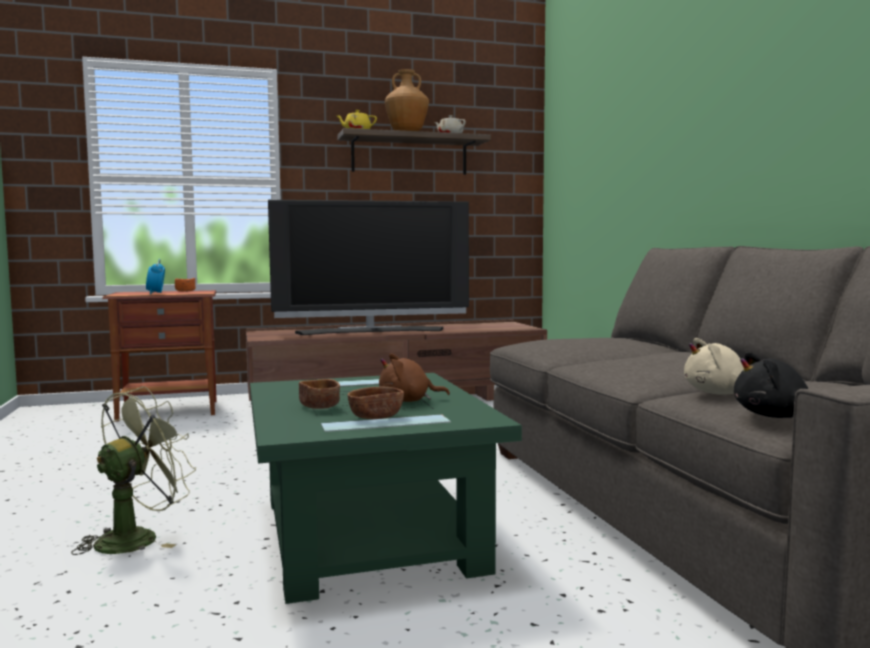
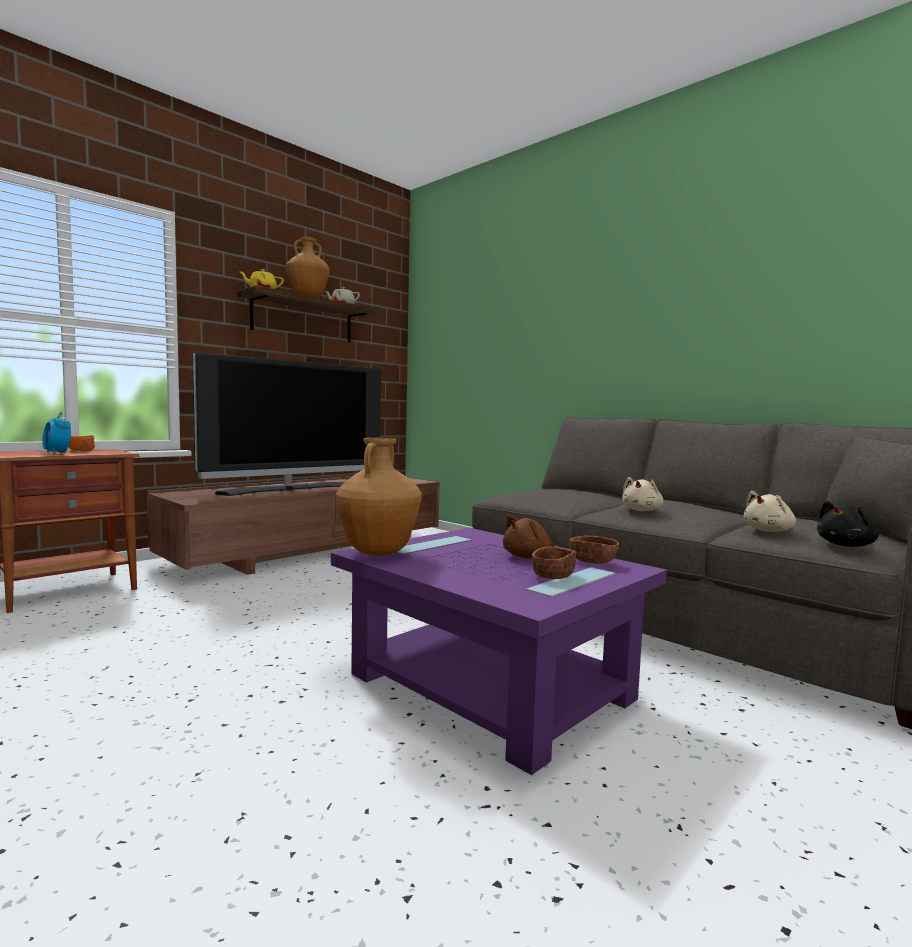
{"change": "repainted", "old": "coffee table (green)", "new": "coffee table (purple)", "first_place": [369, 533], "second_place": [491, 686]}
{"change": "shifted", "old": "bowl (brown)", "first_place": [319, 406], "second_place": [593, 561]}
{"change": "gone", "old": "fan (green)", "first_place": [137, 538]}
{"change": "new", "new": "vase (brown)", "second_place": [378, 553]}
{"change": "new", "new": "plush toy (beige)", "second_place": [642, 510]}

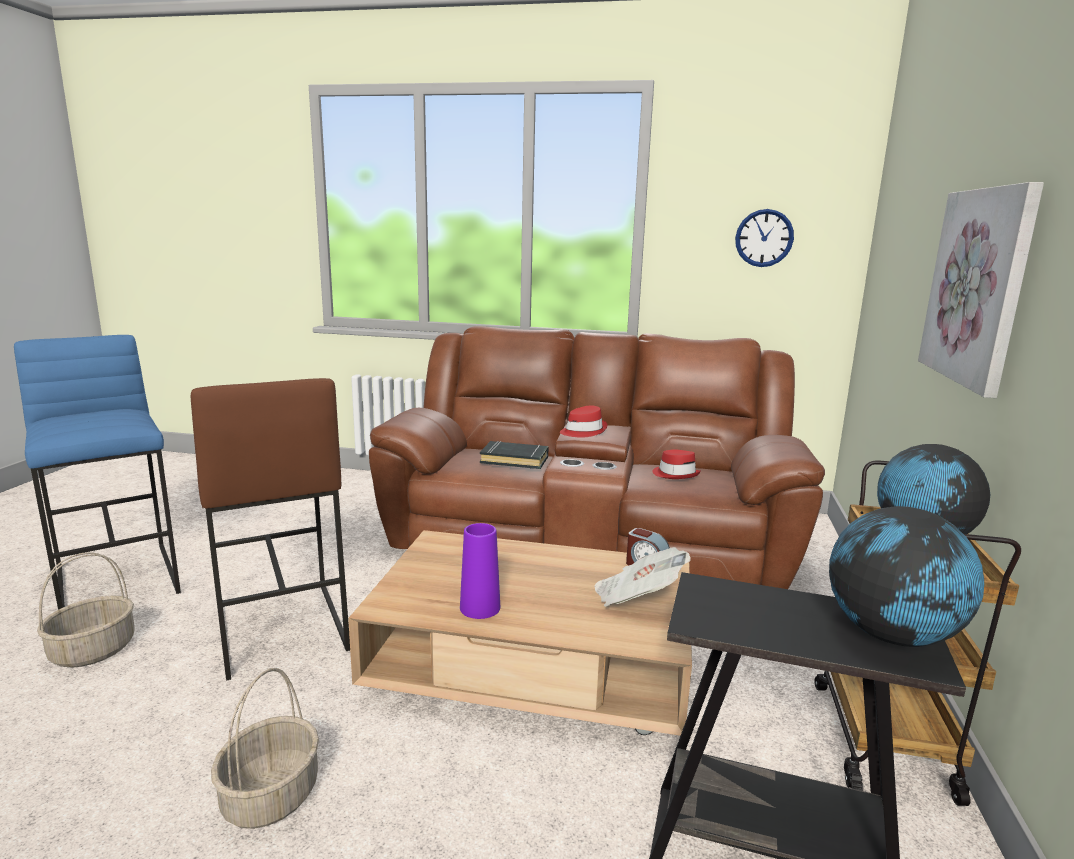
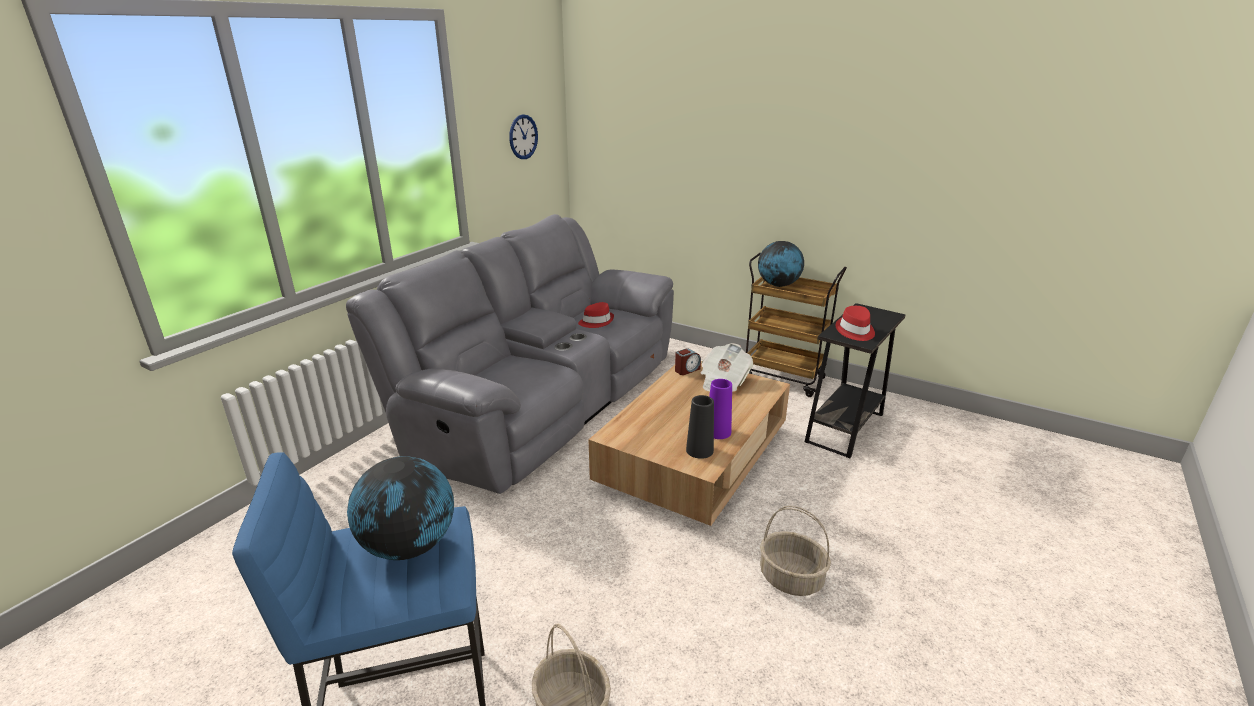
{"change": "gone", "old": "picture", "first_place": [979, 286]}
{"change": "repainted", "old": "sofa (brown)", "new": "sofa (grey)", "first_place": [589, 537], "second_place": [542, 400]}
{"change": "gone", "old": "stool (brown)", "first_place": [279, 628]}
{"change": "shifted", "old": "hat (red)", "first_place": [583, 431], "second_place": [855, 331]}
{"change": "gone", "old": "book (black)", "first_place": [514, 460]}
{"change": "shifted", "old": "globe", "first_place": [891, 636], "second_place": [410, 546]}
{"change": "new", "new": "vase (black)", "second_place": [699, 450]}

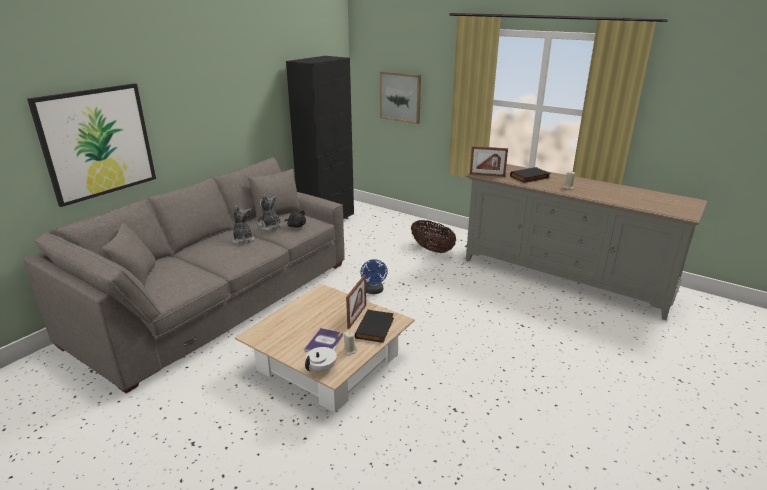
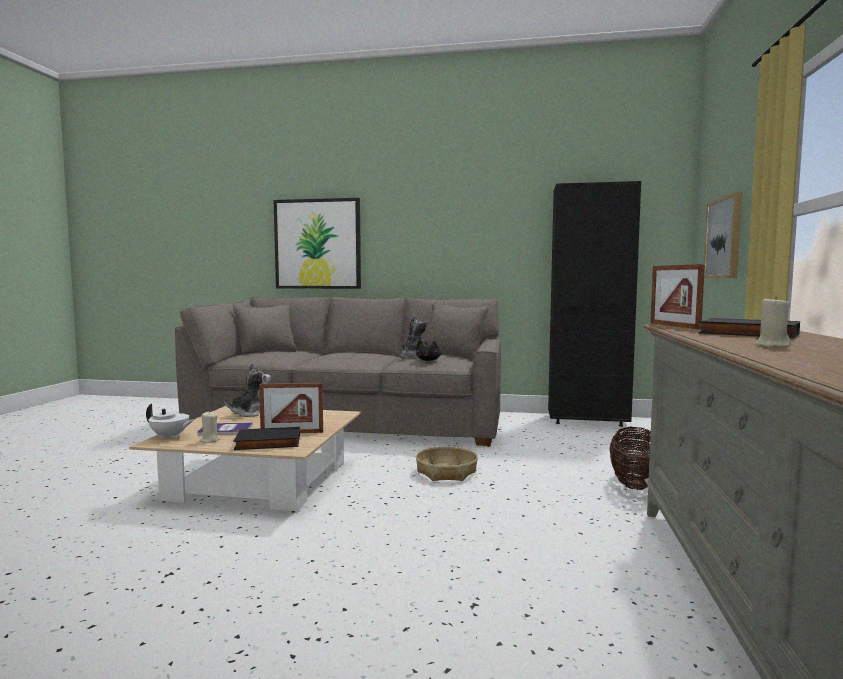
{"change": "shifted", "old": "plush toy", "first_place": [243, 239], "second_place": [250, 413]}
{"change": "swapped", "old": "fan (blue)", "new": "basket", "first_place": [373, 291], "second_place": [446, 472]}

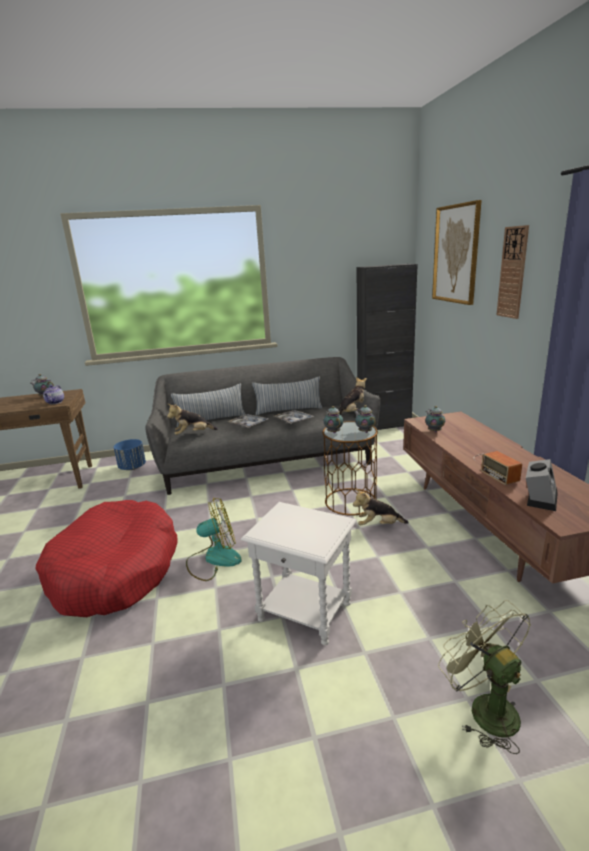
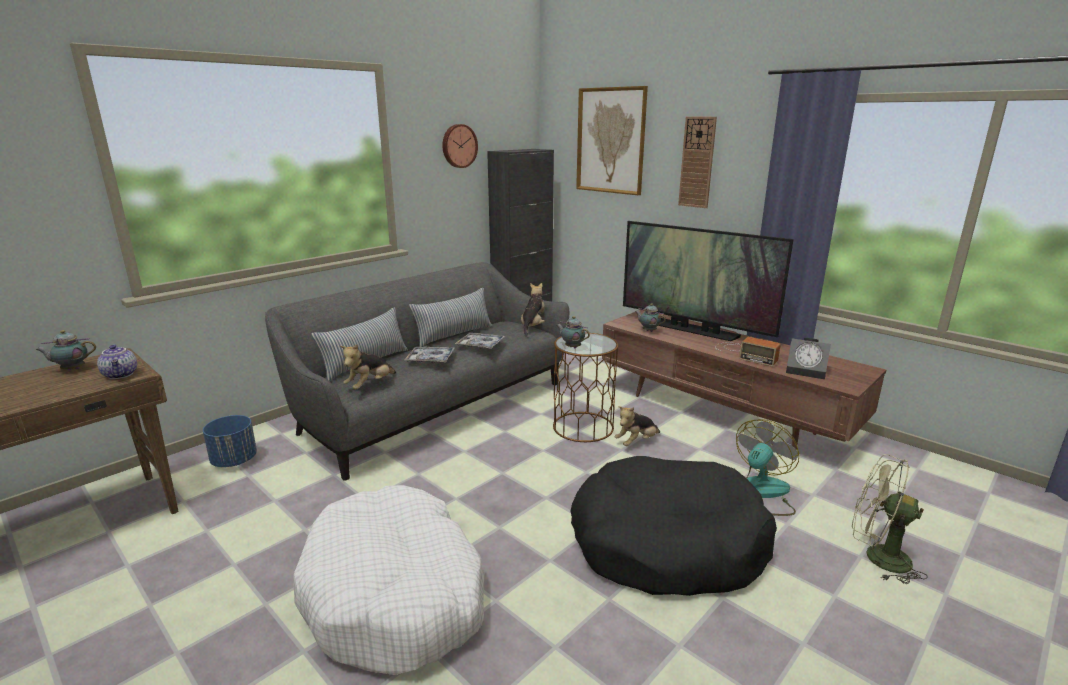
{"change": "gone", "old": "teapot", "first_place": [364, 431]}
{"change": "rotated", "old": "alarm clock", "first_place": [539, 498], "second_place": [807, 371], "degrees": 120}
{"change": "shifted", "old": "fan", "first_place": [214, 559], "second_place": [761, 493]}
{"change": "repainted", "old": "dog bed (red)", "new": "dog bed (white)", "first_place": [115, 571], "second_place": [396, 594]}
{"change": "swapped", "old": "side table (white)", "new": "dog bed (black)", "first_place": [305, 610], "second_place": [667, 543]}
{"change": "new", "new": "wall clock", "second_place": [458, 146]}
{"change": "new", "new": "television", "second_place": [694, 330]}

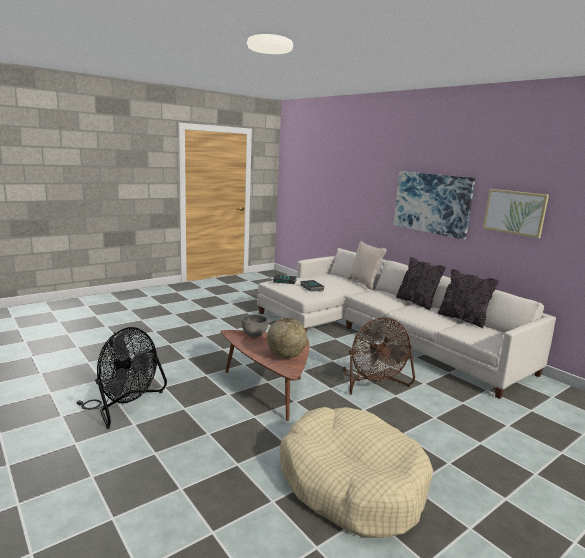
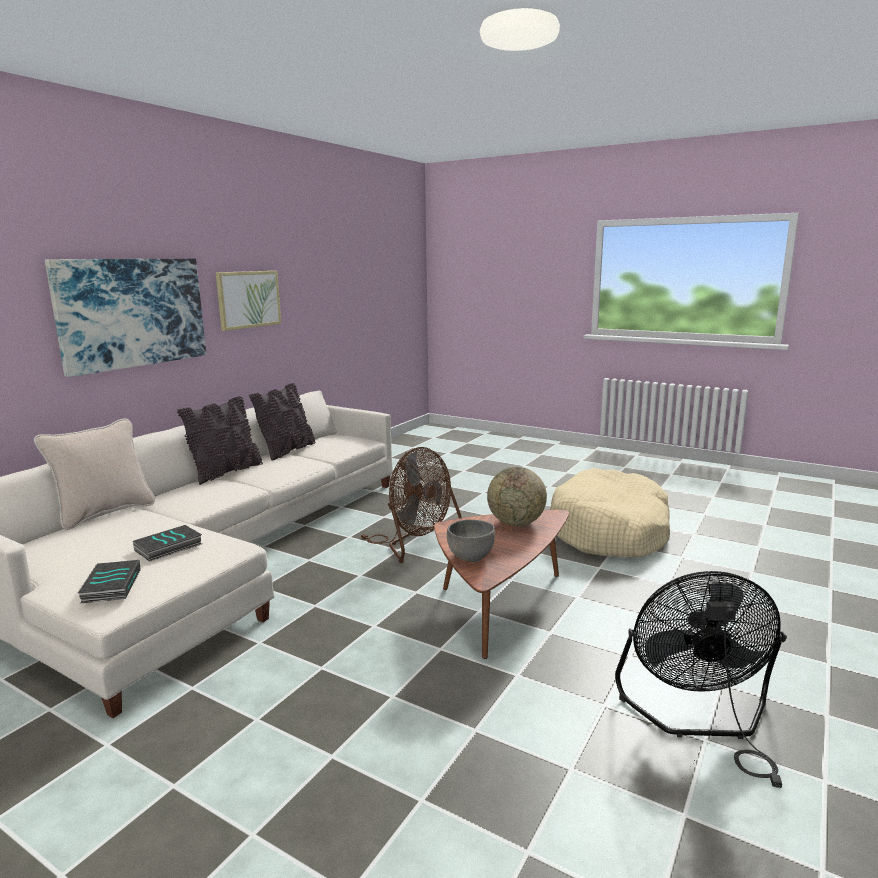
{"change": "rotated", "old": "fan (brown)", "first_place": [371, 383], "second_place": [412, 542], "degrees": 75}

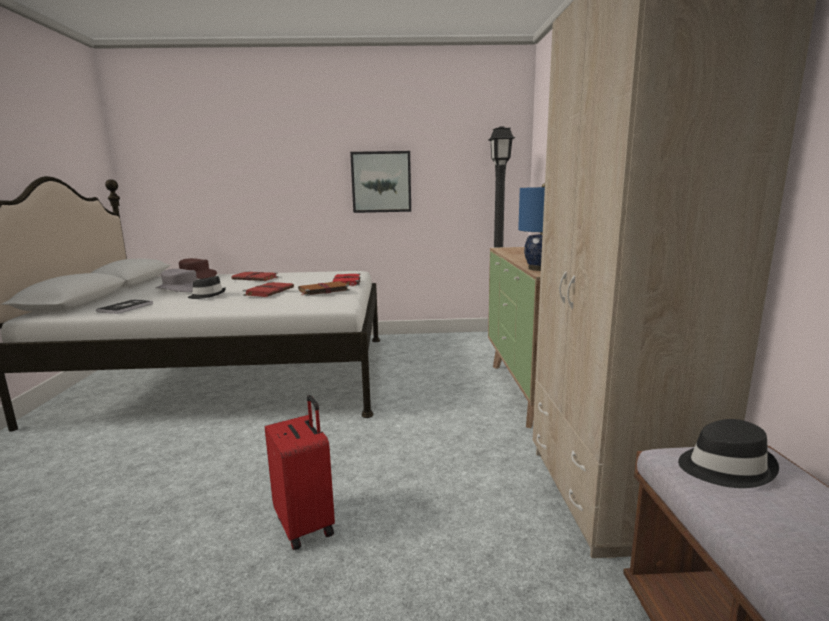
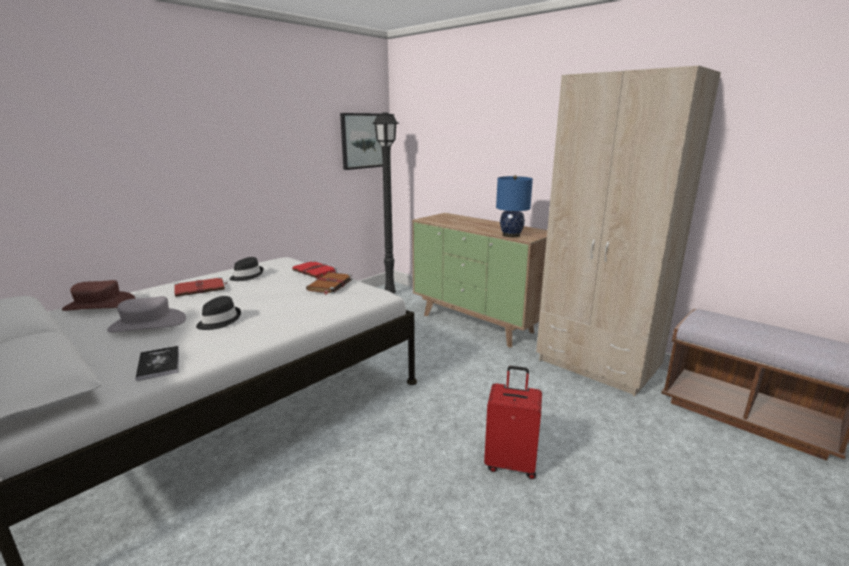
{"change": "shifted", "old": "picture", "first_place": [381, 182], "second_place": [362, 141]}
{"change": "gone", "old": "book (red)", "first_place": [269, 291]}
{"change": "shifted", "old": "hat (black)", "first_place": [724, 466], "second_place": [246, 275]}

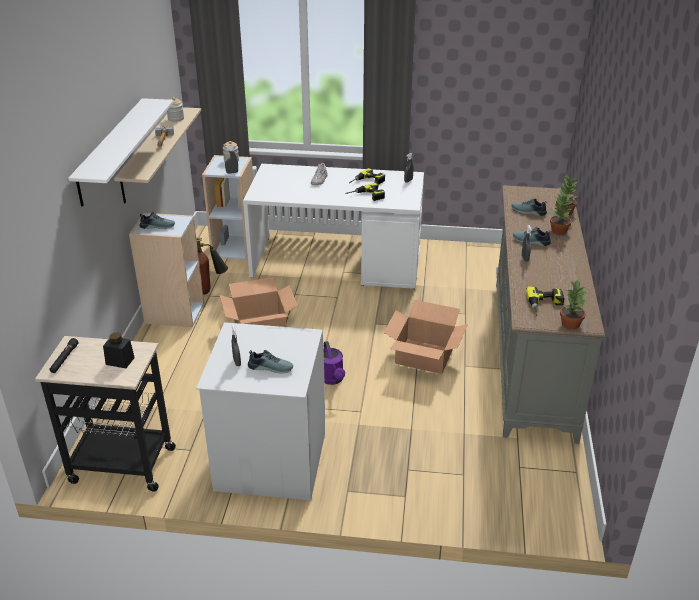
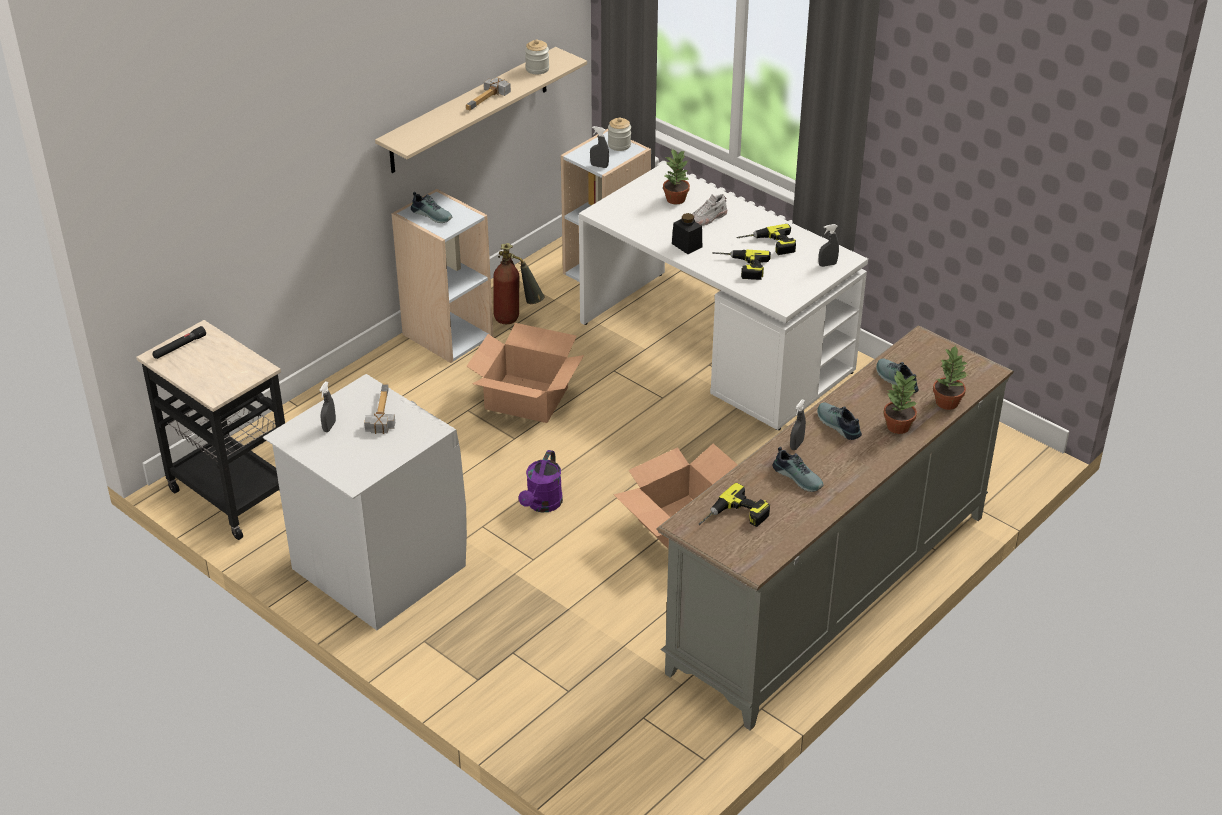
{"change": "gone", "old": "shelf (white)", "first_place": [111, 150]}
{"change": "shifted", "old": "potted plant", "first_place": [570, 324], "second_place": [676, 199]}
{"change": "shifted", "old": "jar (black)", "first_place": [120, 361], "second_place": [687, 245]}
{"change": "shifted", "old": "shoe", "first_place": [271, 367], "second_place": [798, 477]}
{"change": "new", "new": "hammer", "second_place": [378, 413]}

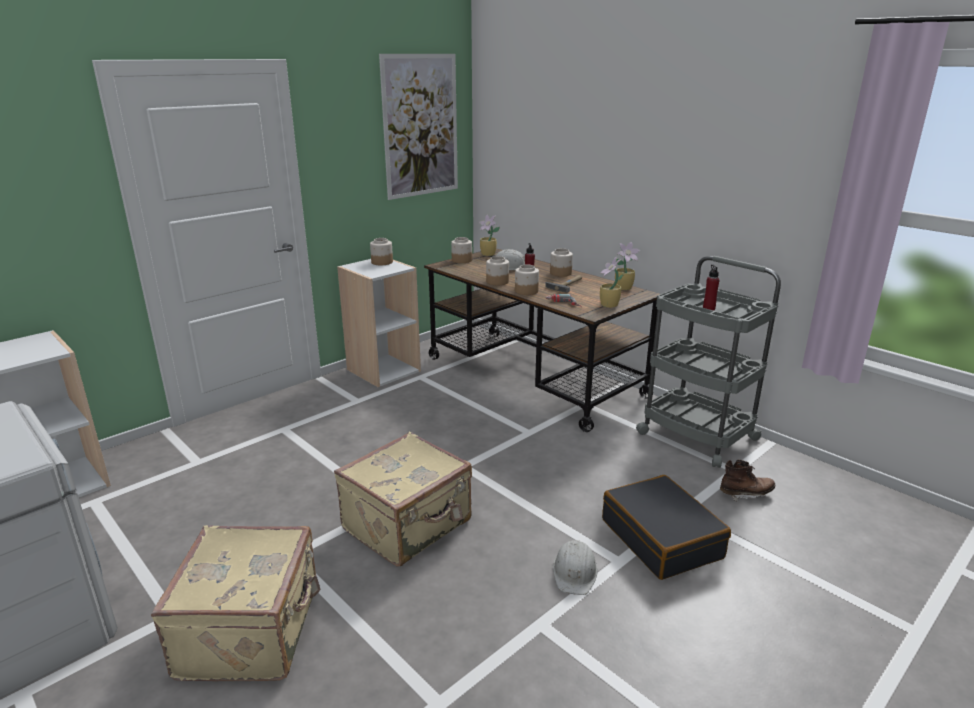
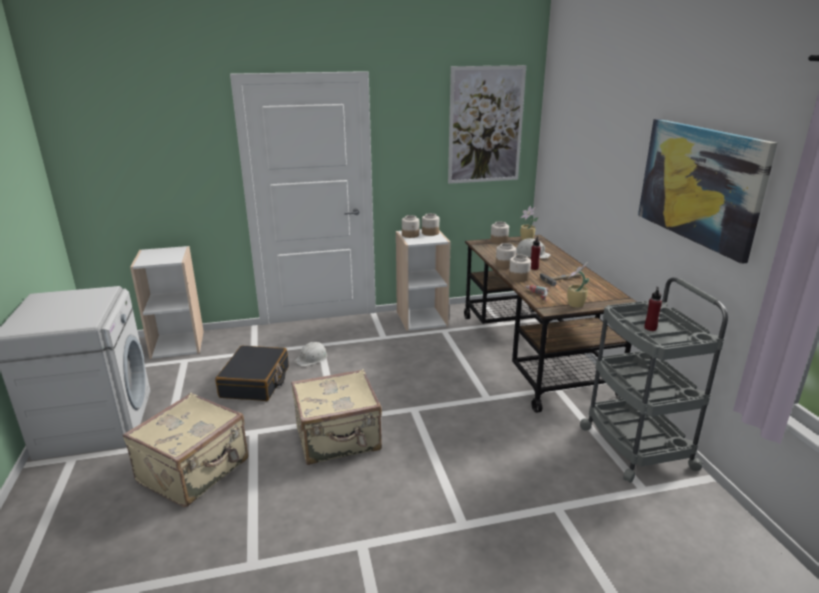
{"change": "gone", "old": "potted plant", "first_place": [624, 288]}
{"change": "shifted", "old": "jar", "first_place": [561, 273], "second_place": [410, 235]}
{"change": "gone", "old": "boot (brown)", "first_place": [745, 494]}
{"change": "shifted", "old": "suitcase (black)", "first_place": [662, 538], "second_place": [255, 382]}
{"change": "shifted", "old": "hard hat (white)", "first_place": [575, 572], "second_place": [312, 358]}
{"change": "new", "new": "picture", "second_place": [699, 184]}

